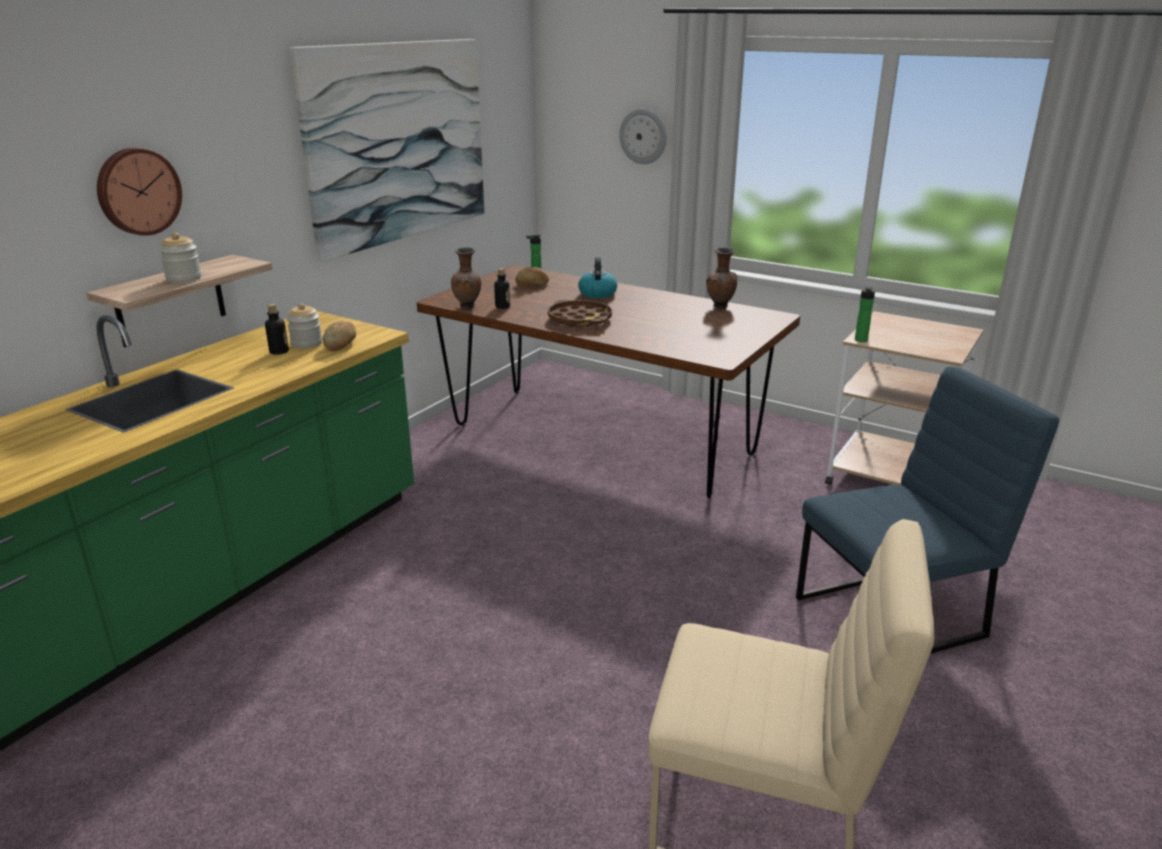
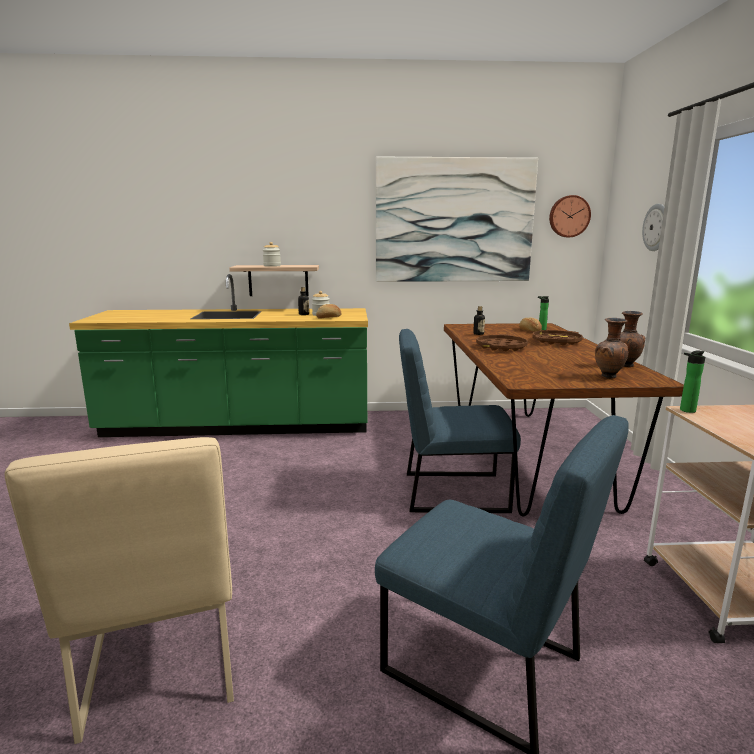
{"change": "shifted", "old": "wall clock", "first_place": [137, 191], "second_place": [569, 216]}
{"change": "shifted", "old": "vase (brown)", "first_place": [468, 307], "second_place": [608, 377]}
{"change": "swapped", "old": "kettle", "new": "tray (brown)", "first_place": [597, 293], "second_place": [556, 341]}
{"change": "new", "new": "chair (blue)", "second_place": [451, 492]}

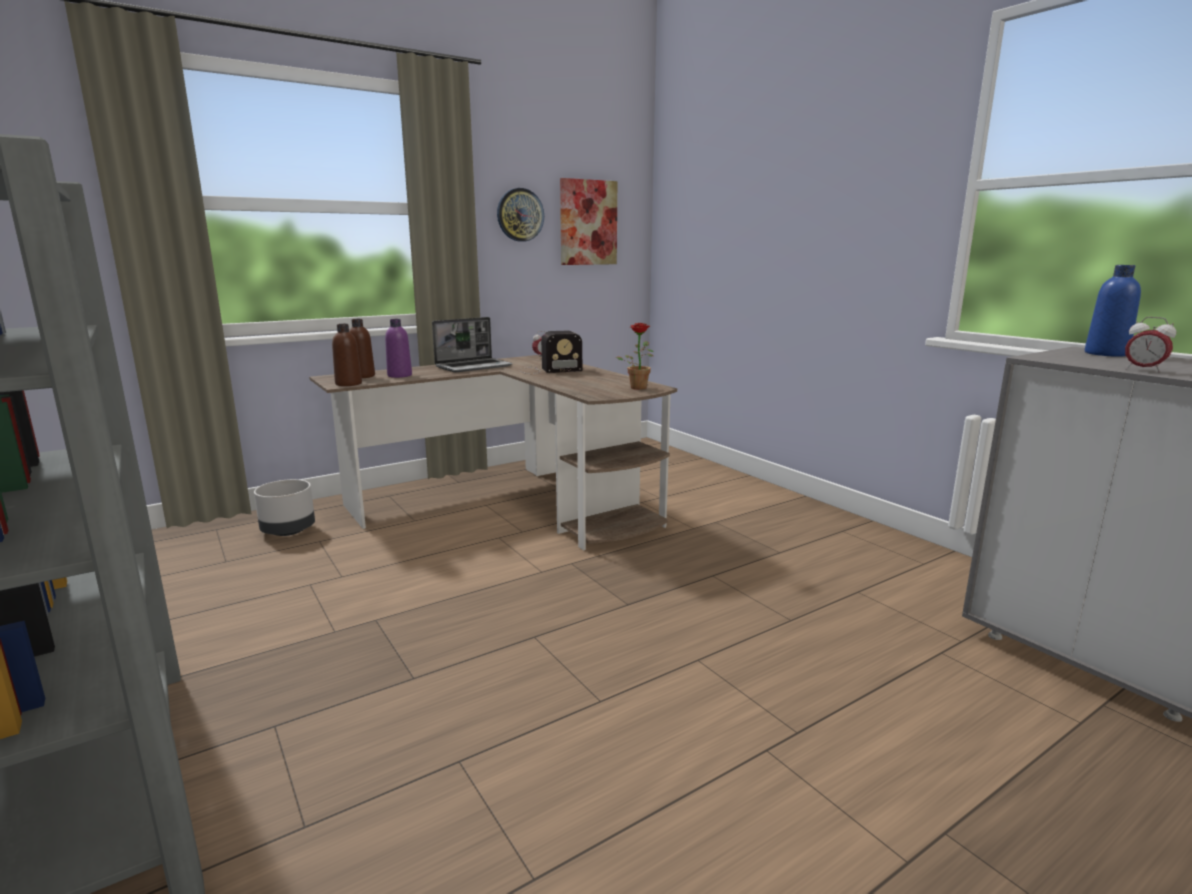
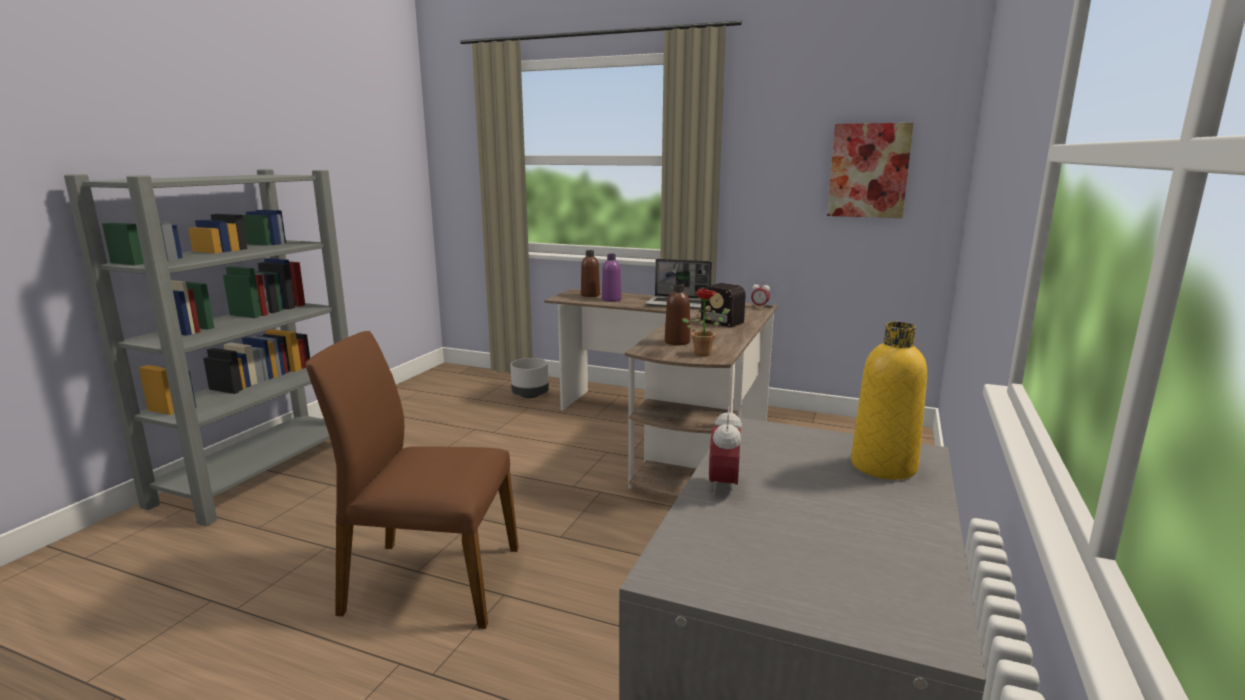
{"change": "gone", "old": "wall clock", "first_place": [520, 215]}
{"change": "repainted", "old": "bottle (blue)", "new": "bottle (yellow)", "first_place": [1106, 354], "second_place": [883, 466]}
{"change": "shifted", "old": "bottle (brown)", "first_place": [348, 384], "second_place": [677, 342]}
{"change": "new", "new": "chair (brown)", "second_place": [430, 580]}

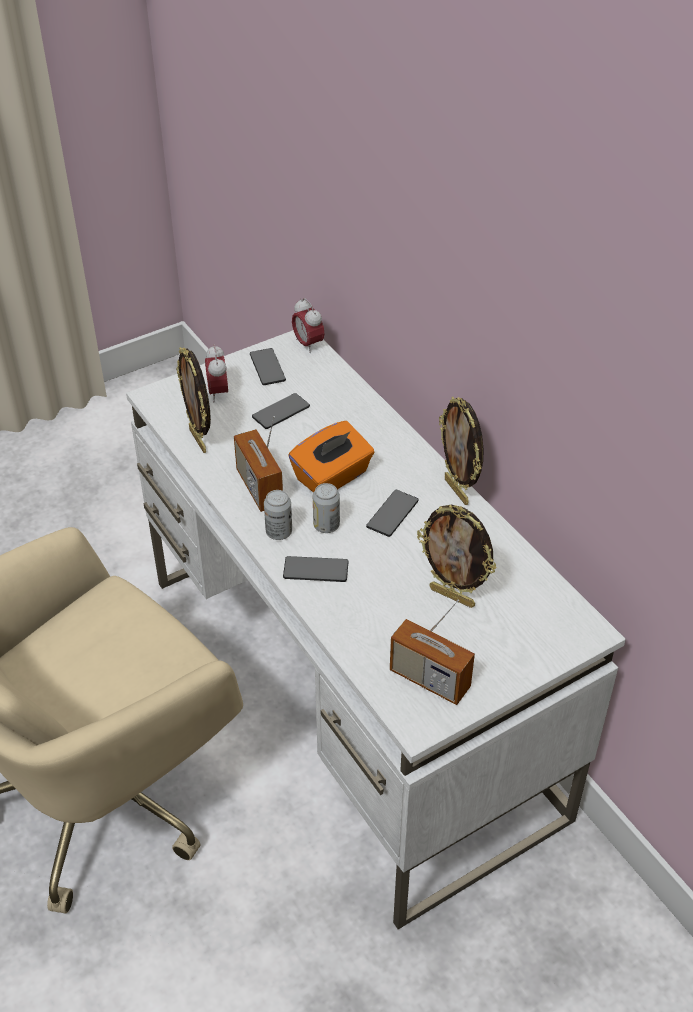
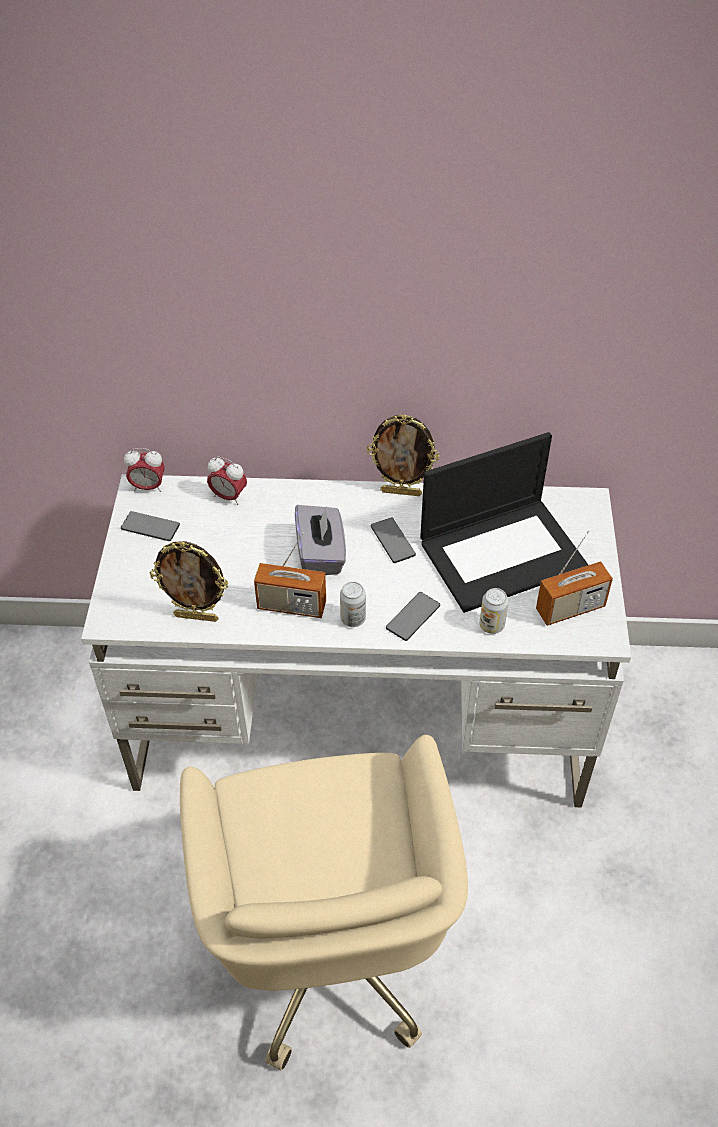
{"change": "shifted", "old": "alarm clock", "first_place": [218, 392], "second_place": [228, 496]}
{"change": "gone", "old": "phone", "first_place": [281, 412]}
{"change": "repainted", "old": "tissue box (orange)", "new": "tissue box (grey)", "first_place": [332, 477], "second_place": [321, 554]}
{"change": "shifted", "old": "can", "first_place": [326, 525], "second_place": [491, 625]}
{"change": "swapped", "old": "picture frame", "new": "laptop", "first_place": [453, 596], "second_place": [503, 553]}

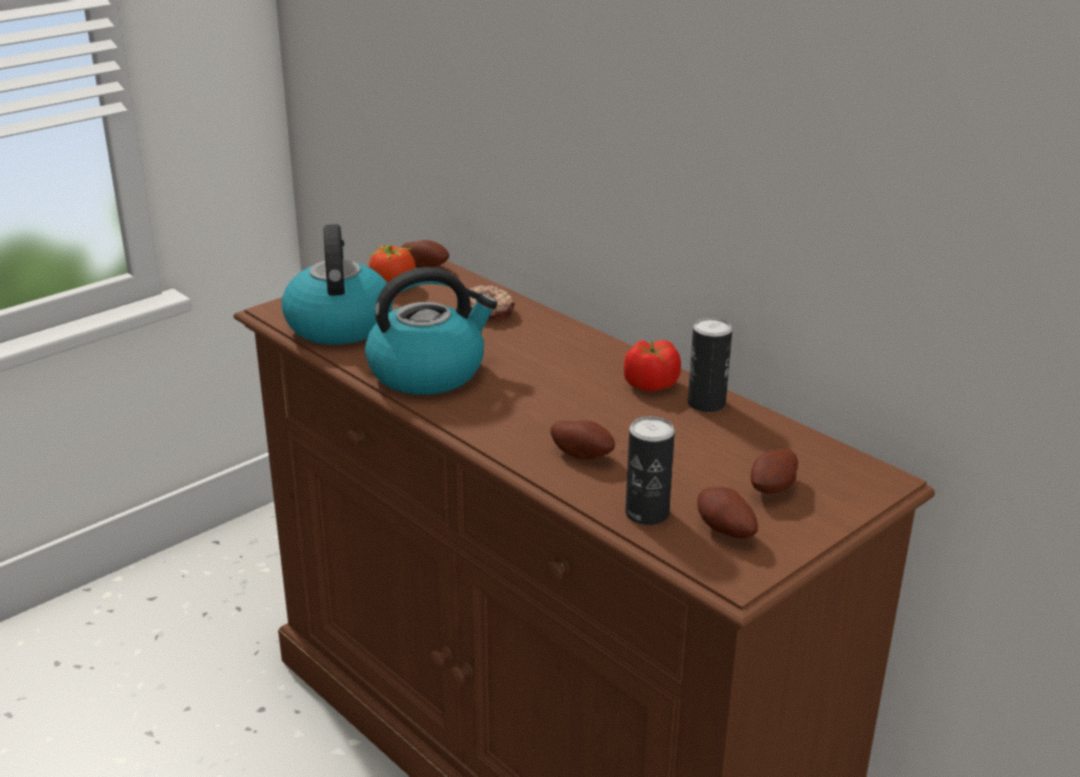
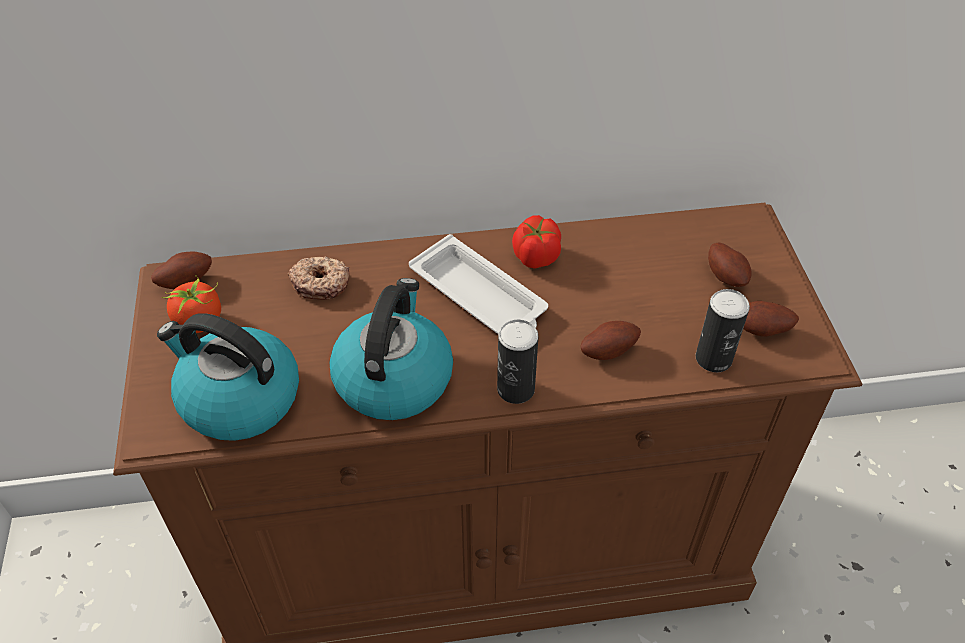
{"change": "shifted", "old": "can", "first_place": [706, 403], "second_place": [515, 389]}
{"change": "new", "new": "tray (white)", "second_place": [479, 295]}

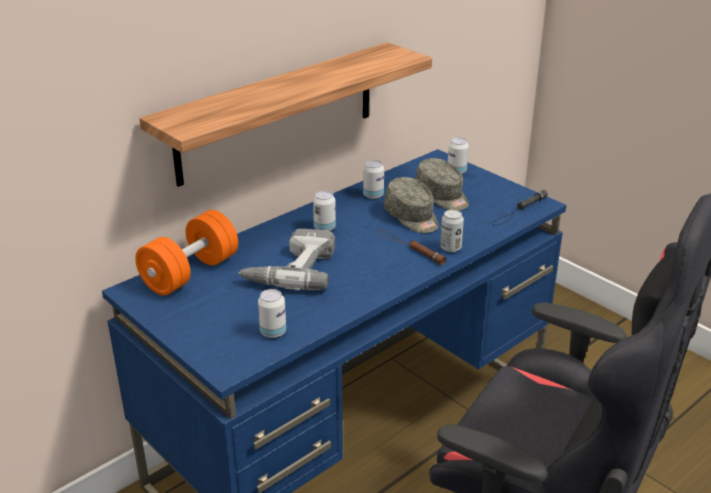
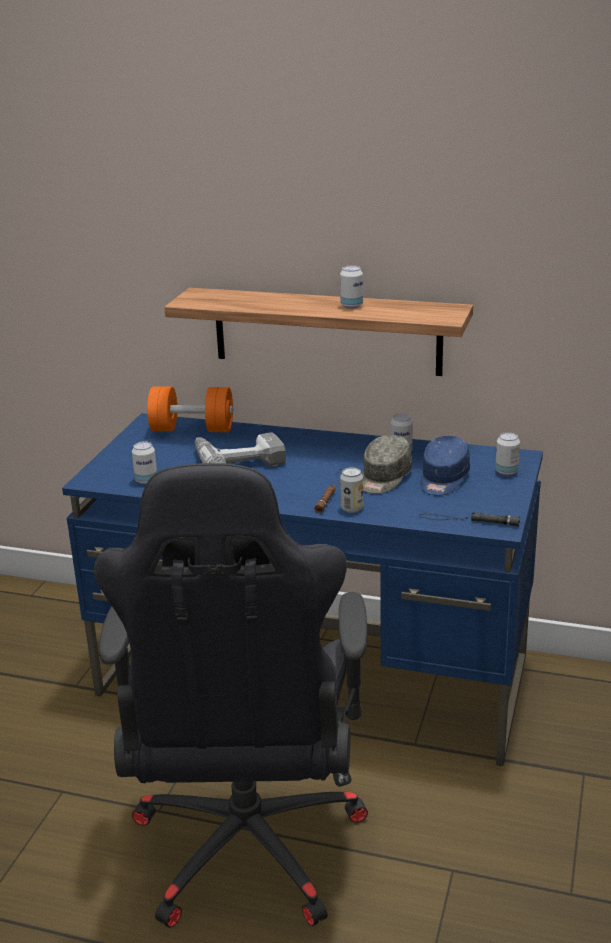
{"change": "repainted", "old": "cap (grey)", "new": "cap (blue)", "first_place": [442, 197], "second_place": [443, 479]}
{"change": "shifted", "old": "can", "first_place": [324, 228], "second_place": [351, 306]}

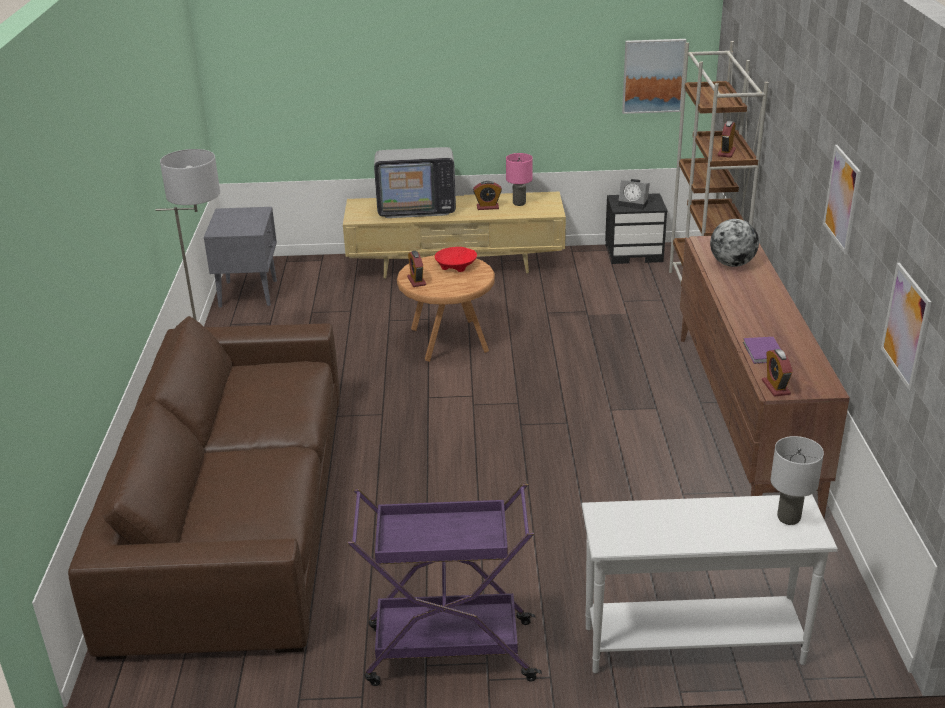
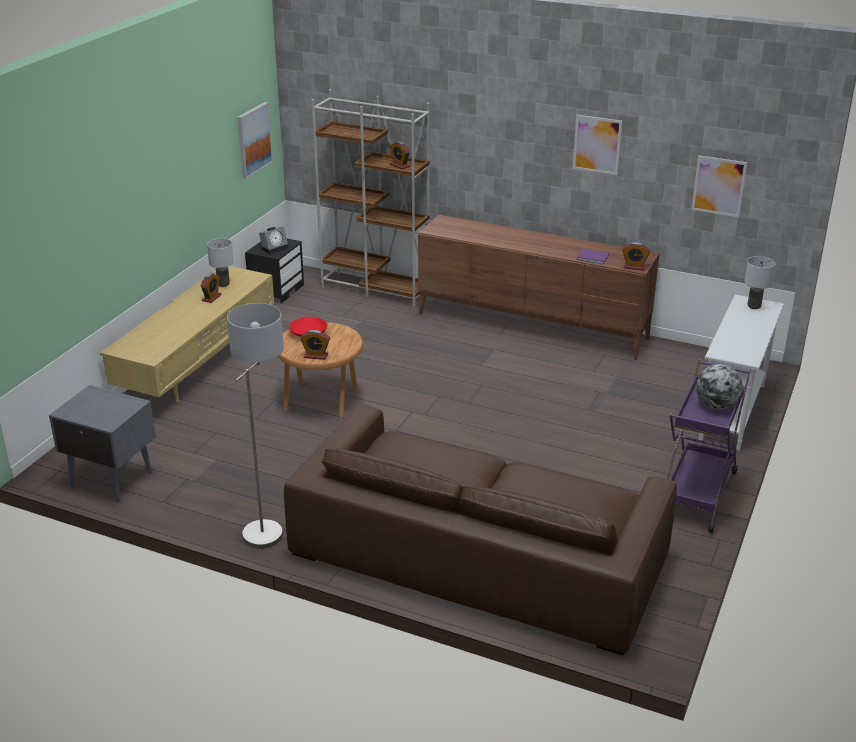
{"change": "gone", "old": "television", "first_place": [416, 208]}
{"change": "repainted", "old": "table lamp (pink)", "new": "table lamp (white)", "first_place": [519, 204], "second_place": [224, 284]}
{"change": "shifted", "old": "globe", "first_place": [732, 264], "second_place": [716, 405]}

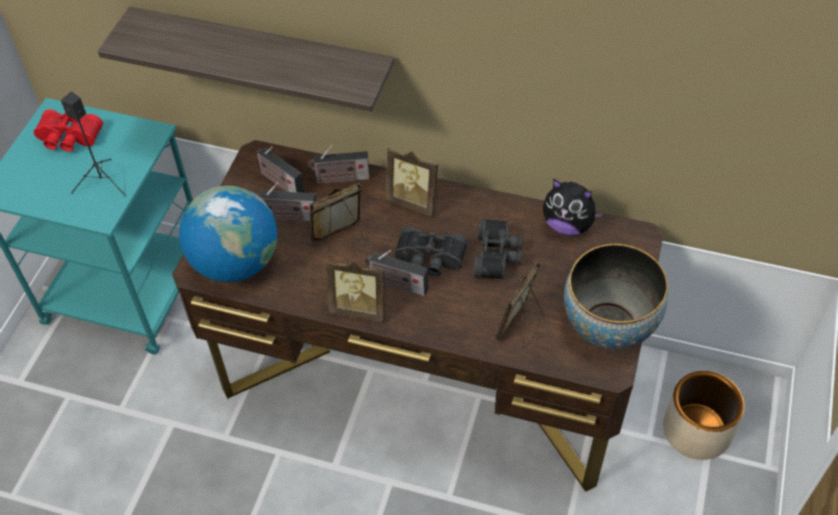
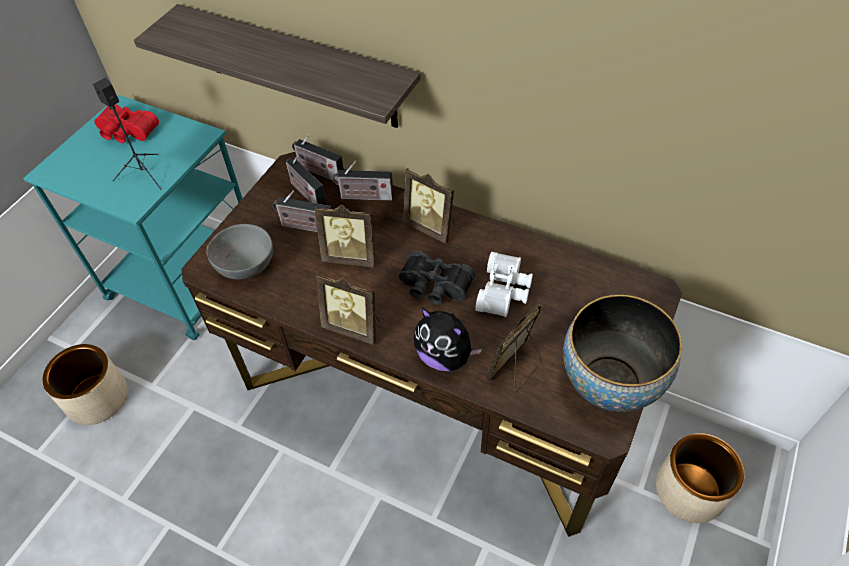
{"change": "shifted", "old": "plush toy", "first_place": [568, 225], "second_place": [445, 356]}
{"change": "rotated", "old": "picture frame", "first_place": [341, 240], "second_place": [351, 256], "degrees": -150}
{"change": "swapped", "old": "globe", "new": "bowl (grey)", "first_place": [236, 262], "second_place": [244, 265]}
{"change": "repainted", "old": "binoculars (black)", "new": "binoculars (white)", "first_place": [498, 255], "second_place": [505, 291]}
{"change": "shifted", "old": "radio", "first_place": [396, 284], "second_place": [319, 172]}
{"change": "new", "new": "planter (beige)", "second_place": [97, 398]}

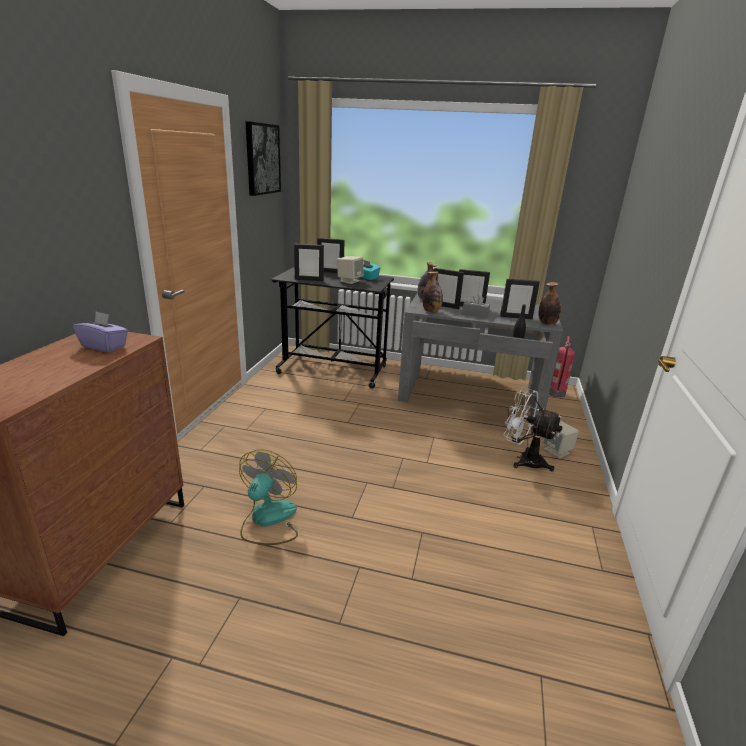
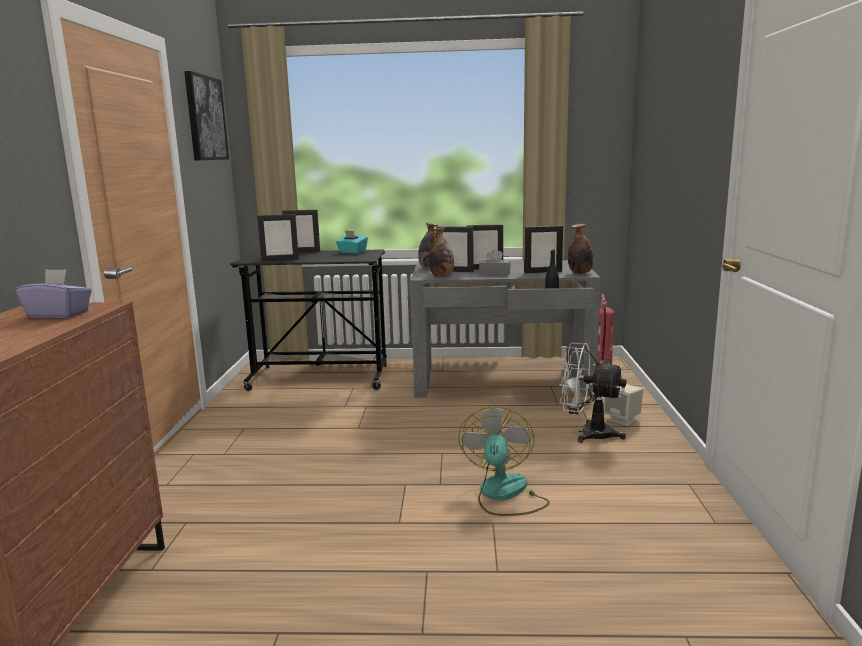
{"change": "gone", "old": "speaker (beige)", "first_place": [349, 281]}
{"change": "shifted", "old": "fan", "first_place": [268, 520], "second_place": [504, 495]}

